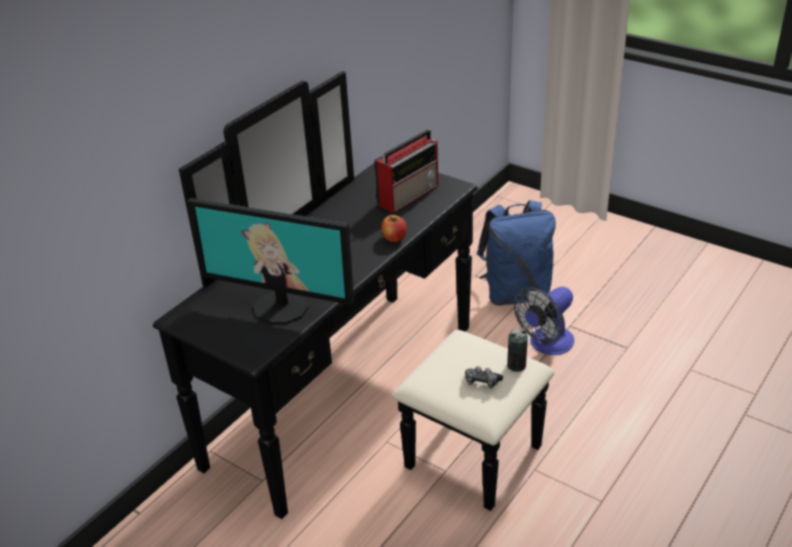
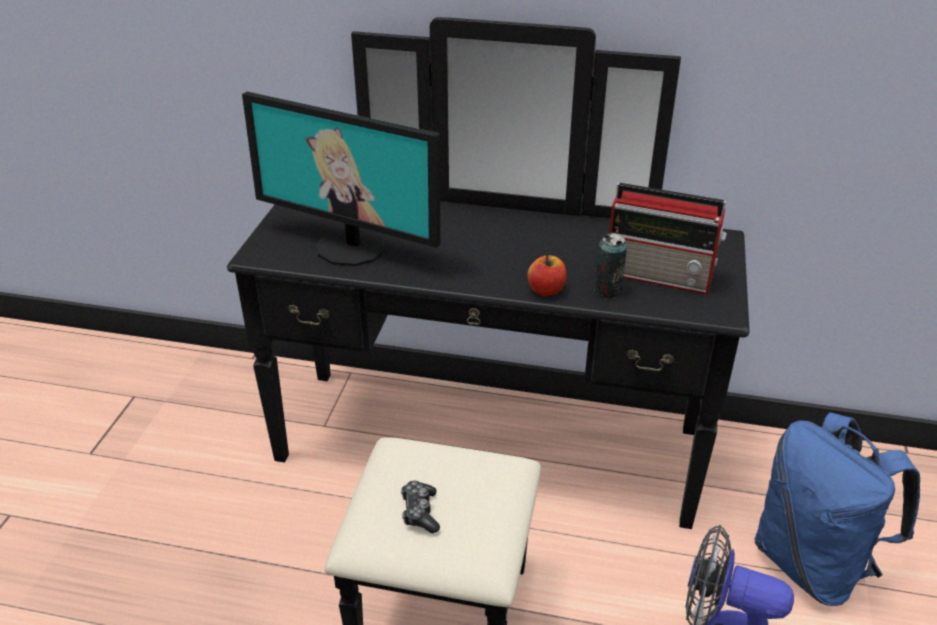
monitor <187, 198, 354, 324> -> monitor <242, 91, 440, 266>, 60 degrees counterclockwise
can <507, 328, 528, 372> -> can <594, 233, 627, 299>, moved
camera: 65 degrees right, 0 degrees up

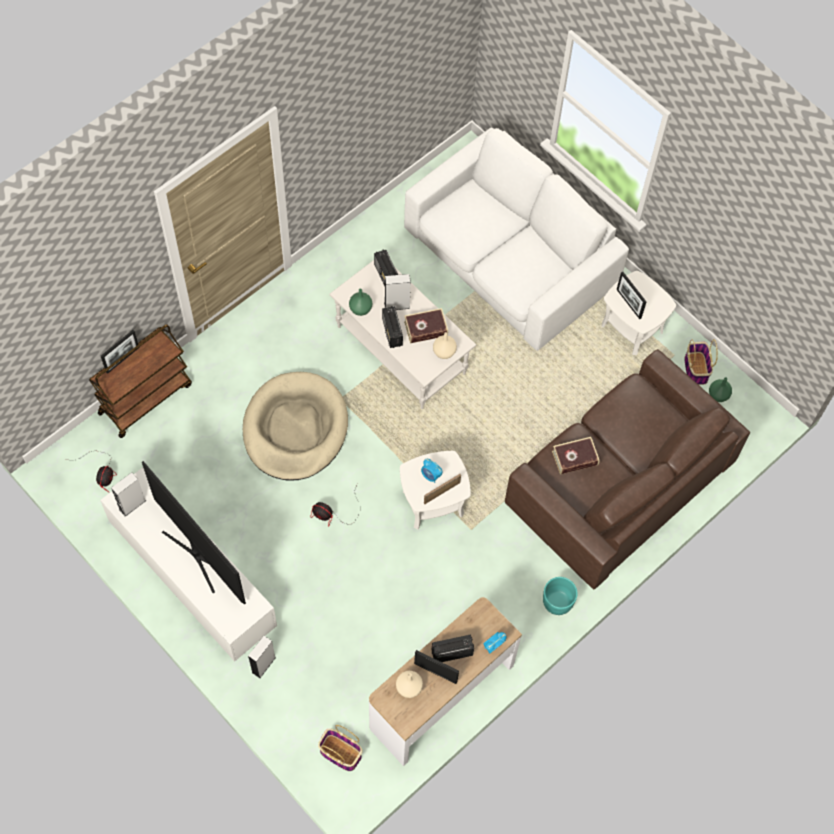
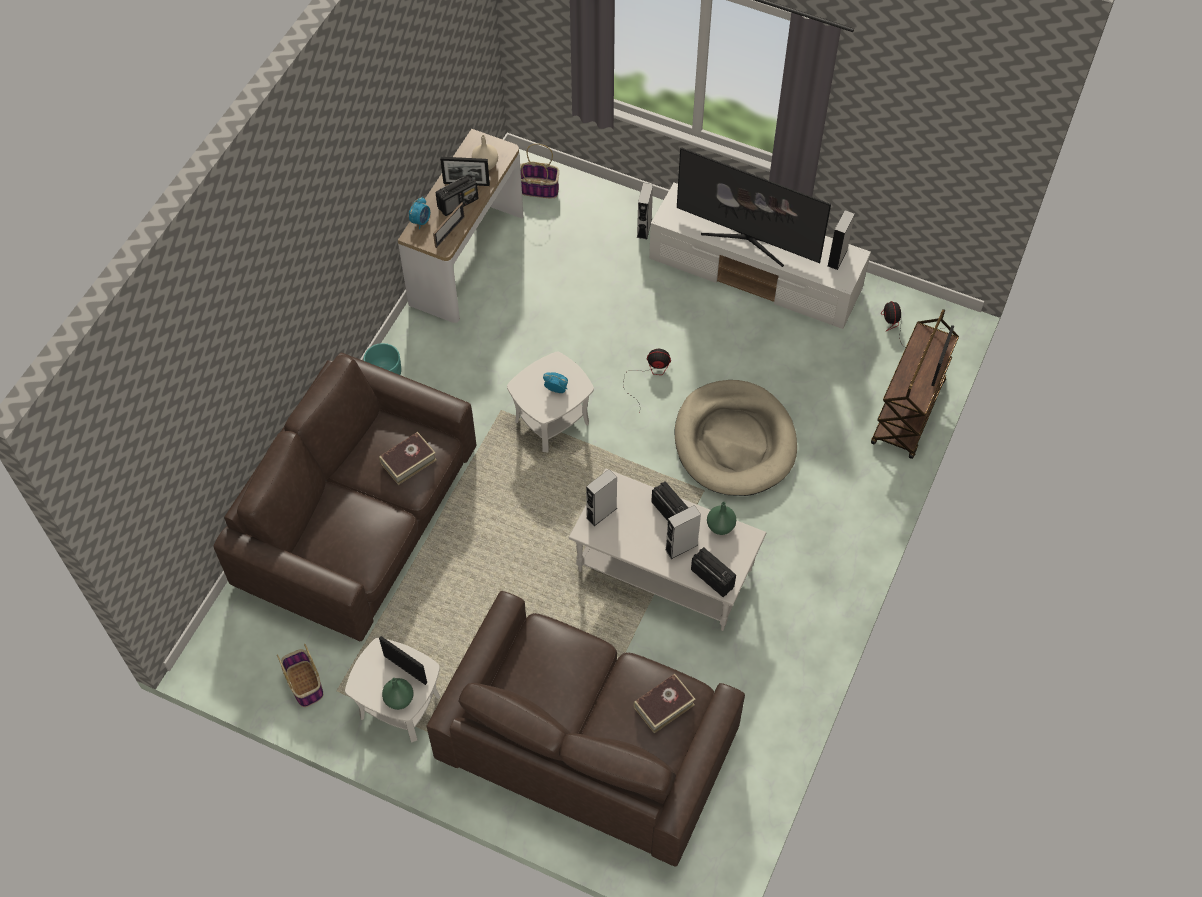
white sofa <404, 128, 629, 351> -> brown sofa <427, 591, 745, 867>
book <404, 308, 448, 343> -> book <633, 674, 696, 734>, moved
beige vase <433, 332, 457, 359> -> grey speaker <586, 469, 617, 526>
green vase <709, 377, 732, 402> -> green vase <382, 678, 413, 710>, moved
picture frame <424, 474, 461, 504> -> picture frame <433, 202, 465, 248>, moved
camera: 160 degrees right, 5 degrees down

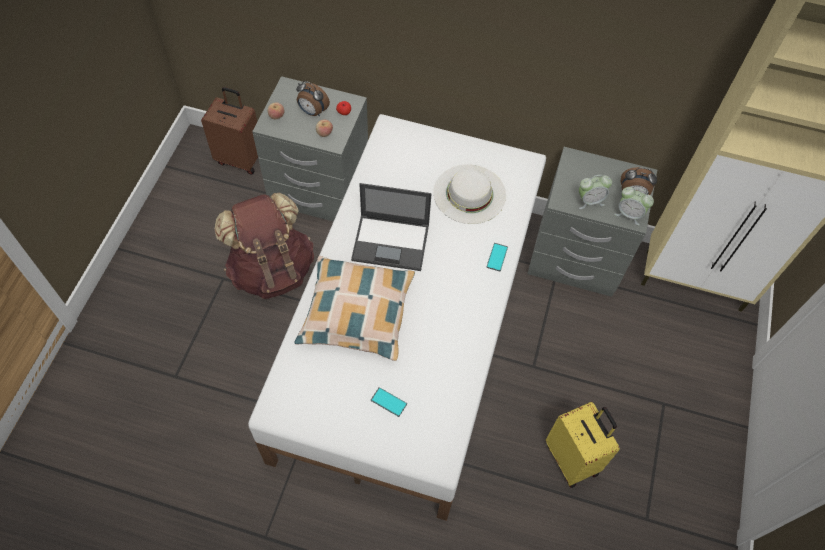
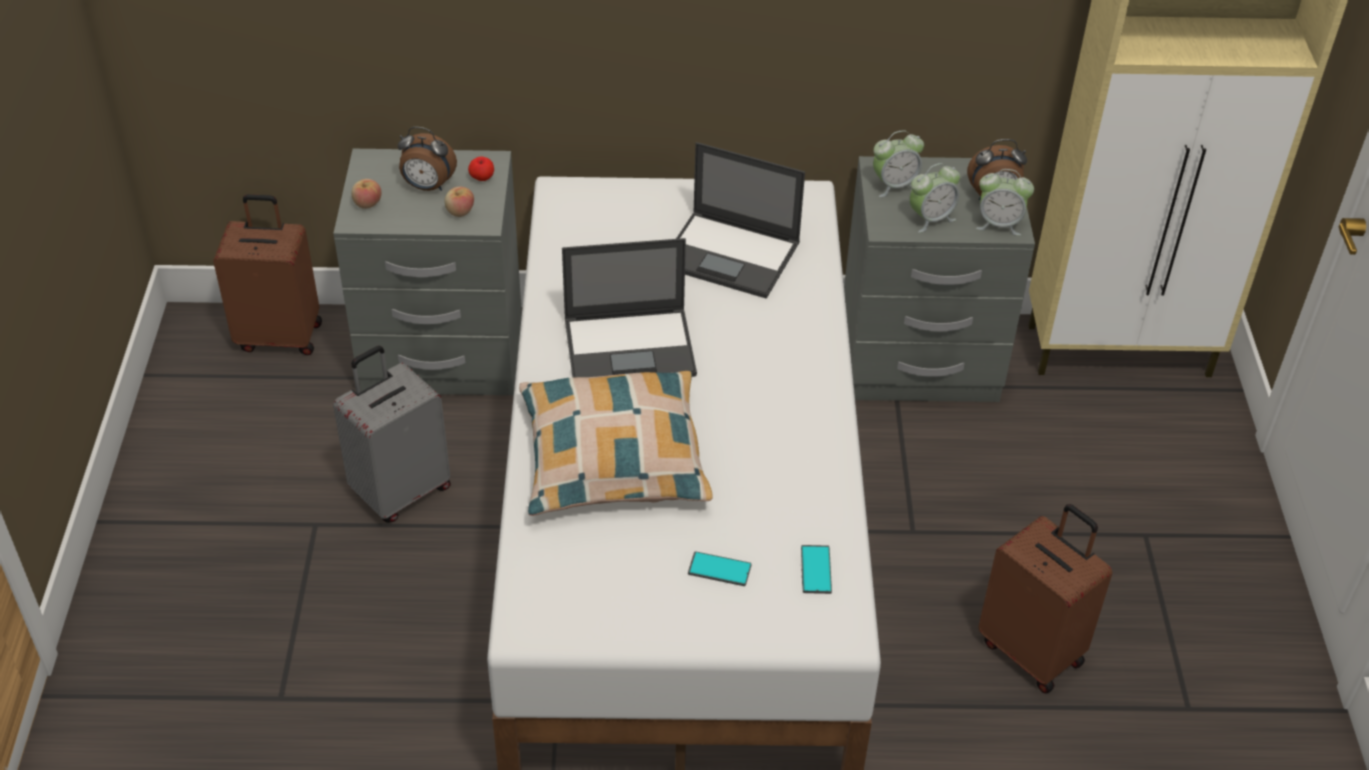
white hat <433, 164, 506, 224> -> laptop <676, 142, 805, 299>
brown backpack <214, 193, 314, 299> -> grey suitcase <333, 346, 451, 523>
phone <486, 243, 508, 272> -> phone <801, 545, 832, 594>, moved
yellow suitcase <546, 402, 620, 488> -> brown suitcase <978, 504, 1112, 693>
none -> alarm clock <873, 130, 924, 197>
camera: 15 degrees left, 15 degrees down

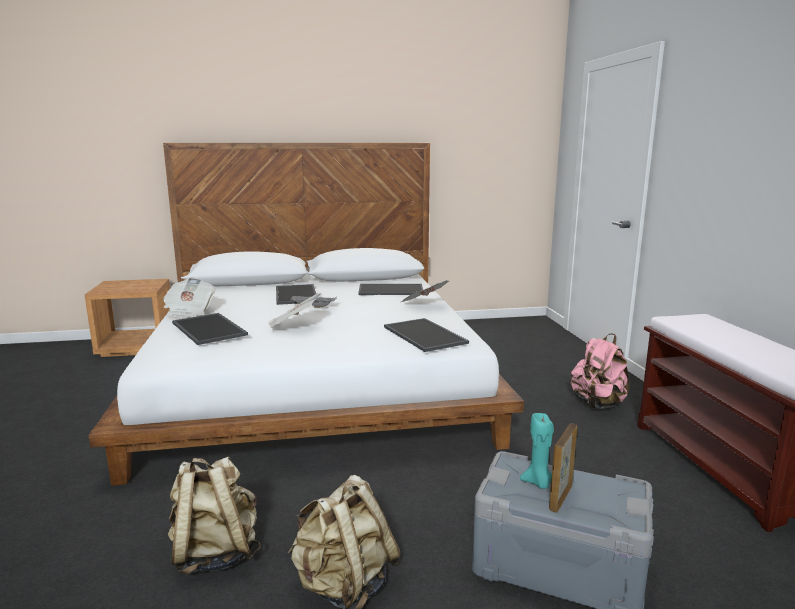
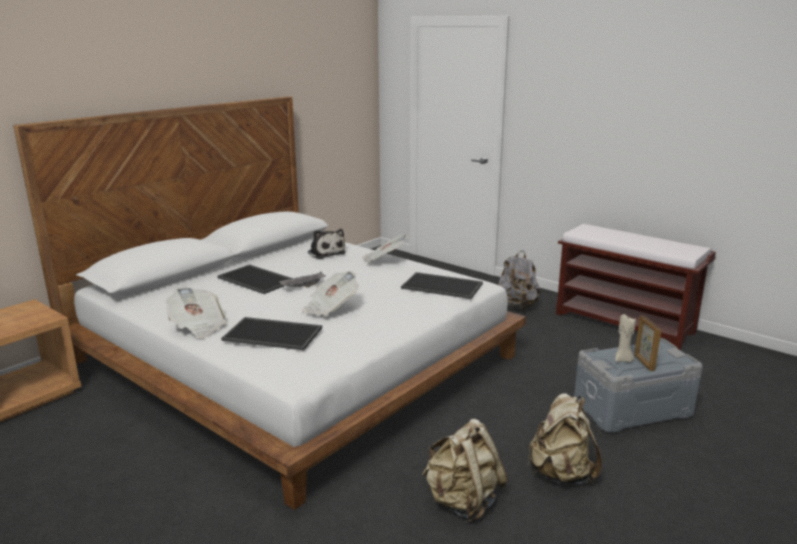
tray <358, 284, 423, 295> -> plush toy <308, 229, 346, 259>
pink backpack <571, 334, 630, 409> -> grey backpack <498, 251, 540, 310>
turquoise candle <520, 413, 554, 489> -> beige candle <615, 314, 636, 362>
camera: 40 degrees left, 5 degrees up

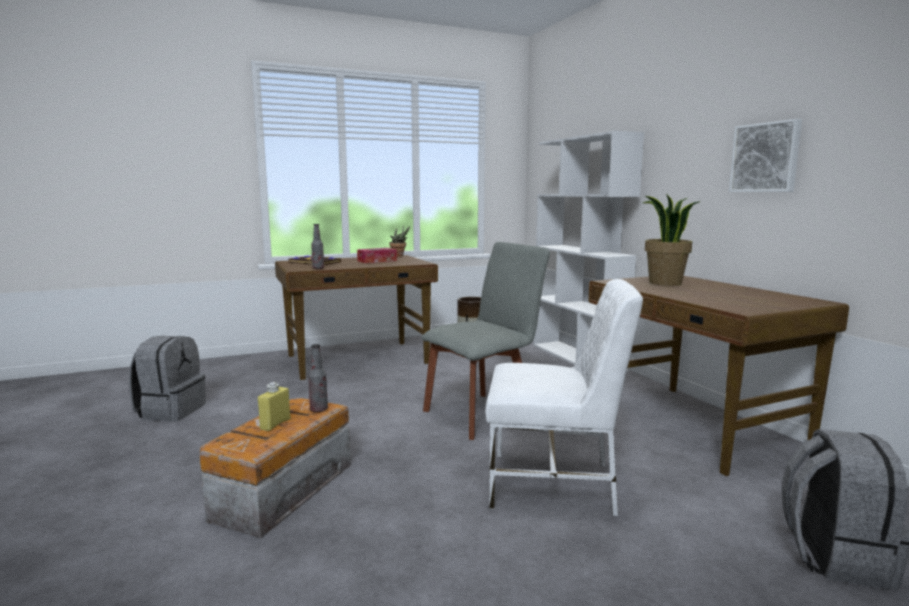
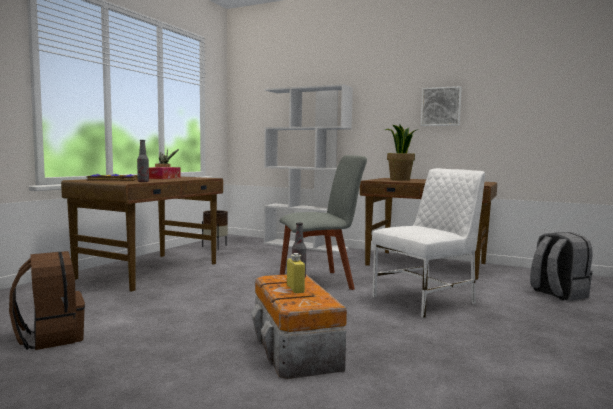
grey chair <422, 242, 550, 440> -> grey chair <280, 155, 367, 290>, 60 degrees clockwise
grey backpack <129, 336, 206, 422> -> brown backpack <9, 251, 85, 350>
camera: 40 degrees left, 5 degrees down

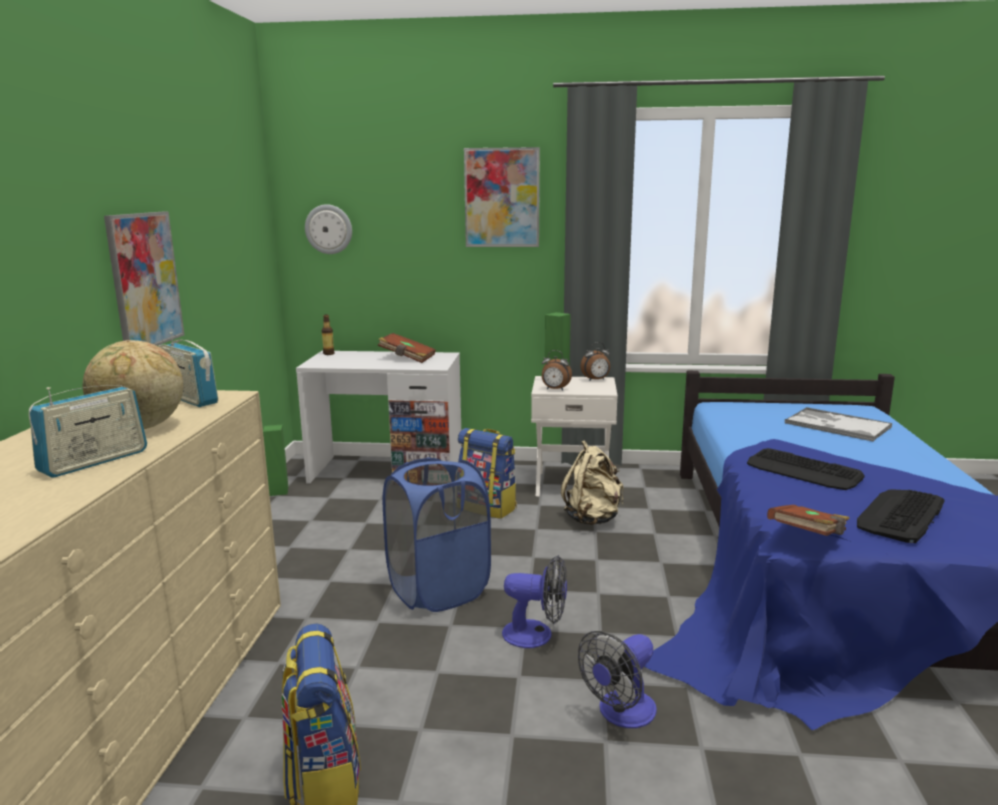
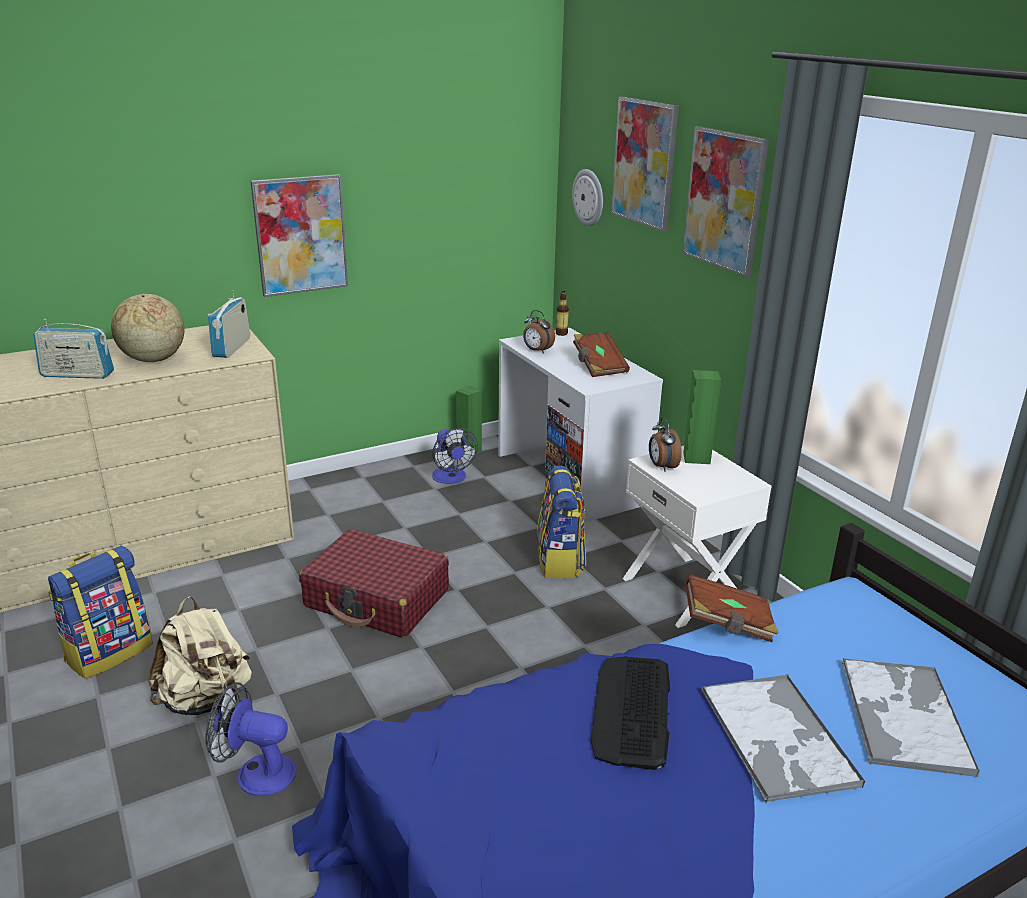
alarm clock <580, 342, 610, 381> -> alarm clock <523, 310, 555, 353>, moved
beige backpack <561, 440, 624, 525> -> beige backpack <148, 596, 252, 715>, moved
blue laundry basket <383, 457, 491, 612> -> red suitcase <299, 529, 449, 638>
keyboard <857, 489, 945, 543> -> none
brown book <767, 505, 850, 536> -> brown book <685, 574, 779, 642>, moved
fan <502, 555, 567, 648> -> fan <432, 428, 478, 484>, moved
none -> picture <611, 96, 679, 231>
none -> tray <701, 675, 865, 803>
camera: 55 degrees right, 10 degrees up

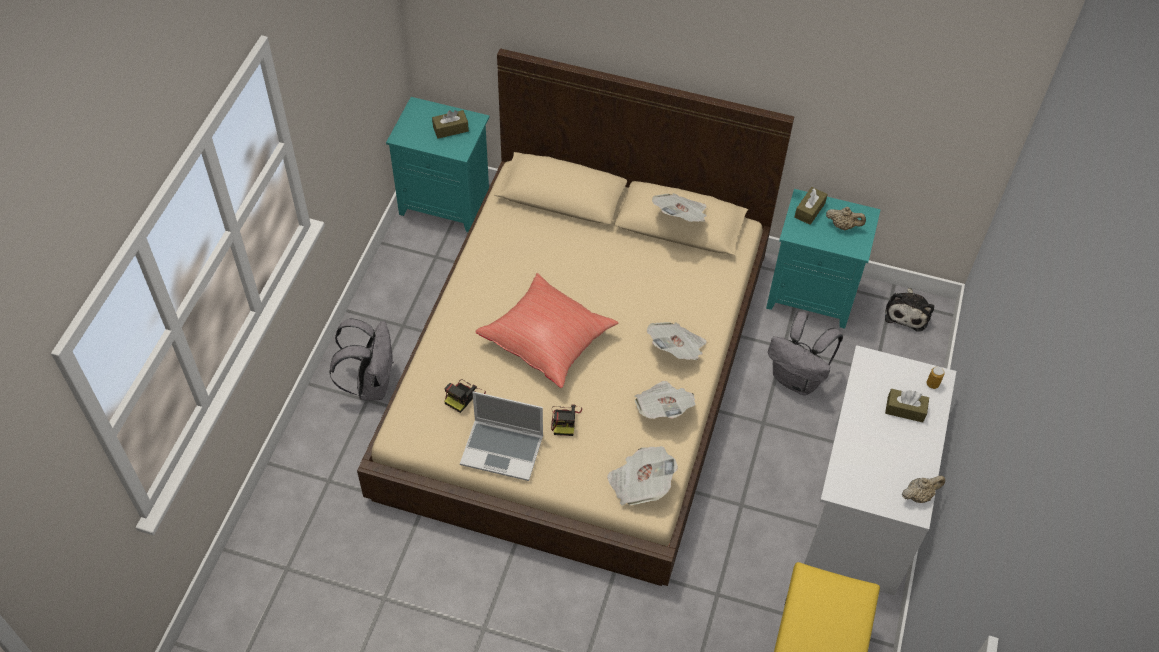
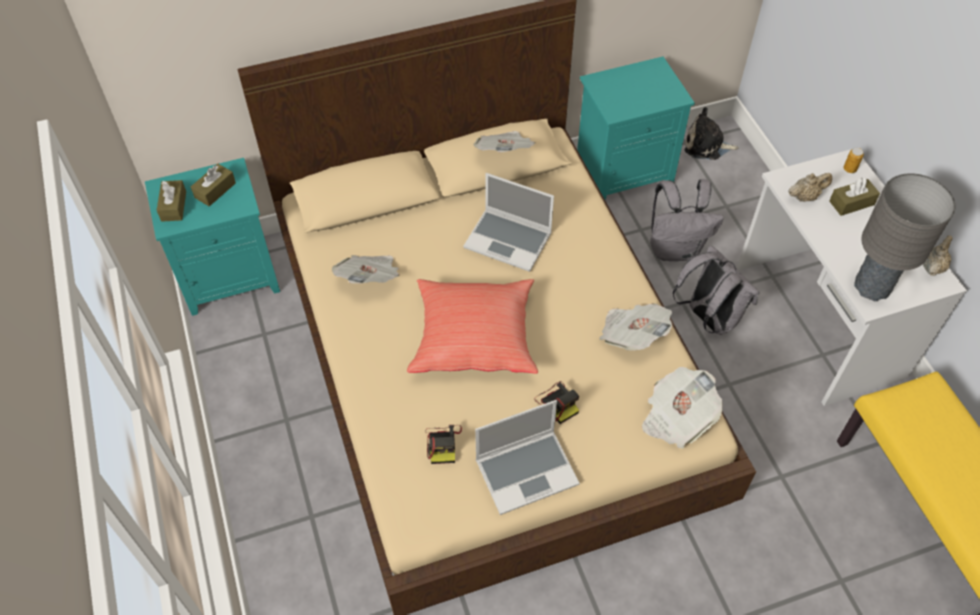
brown tissue box <794, 187, 828, 225> -> brown tissue box <157, 180, 186, 222>, moved
beige teapot <826, 207, 866, 230> -> beige teapot <788, 173, 832, 202>, moved
plush toy <885, 288, 934, 332> -> plush toy <685, 107, 739, 160>, 120 degrees clockwise
grey backpack <329, 319, 394, 400> -> grey backpack <673, 245, 760, 335>, moved
newspaper <647, 322, 707, 360> -> newspaper <332, 255, 399, 284>, moved
none -> laptop <463, 173, 554, 272>
none -> grey table lamp <854, 173, 956, 301>
camera: 35 degrees left, 0 degrees up

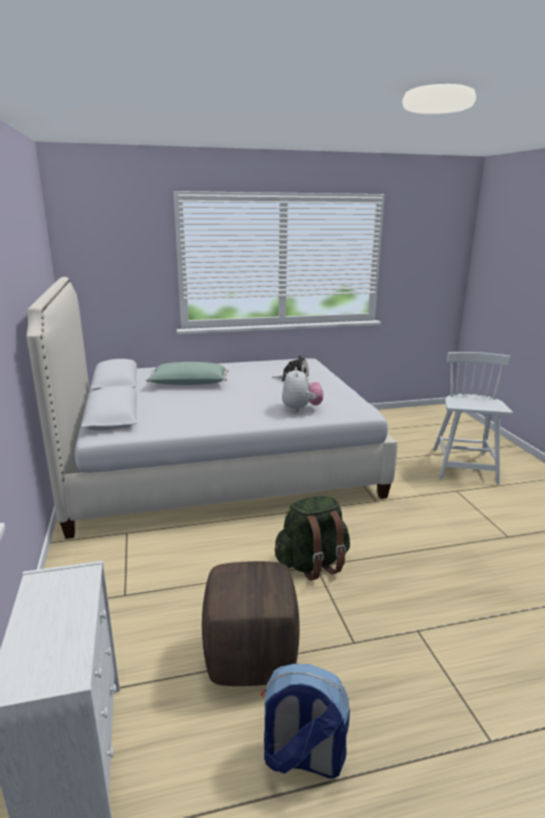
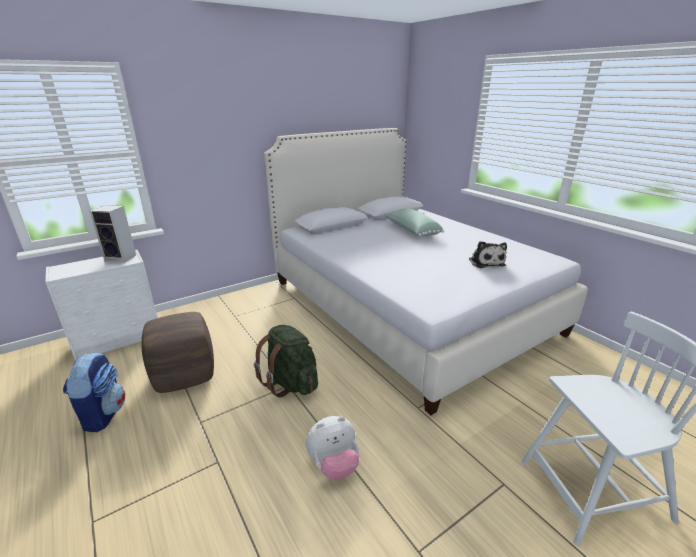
plush toy <282, 367, 323, 412> -> plush toy <306, 416, 359, 480>, moved
none -> speaker <90, 205, 136, 263>
camera: 70 degrees right, 5 degrees up

